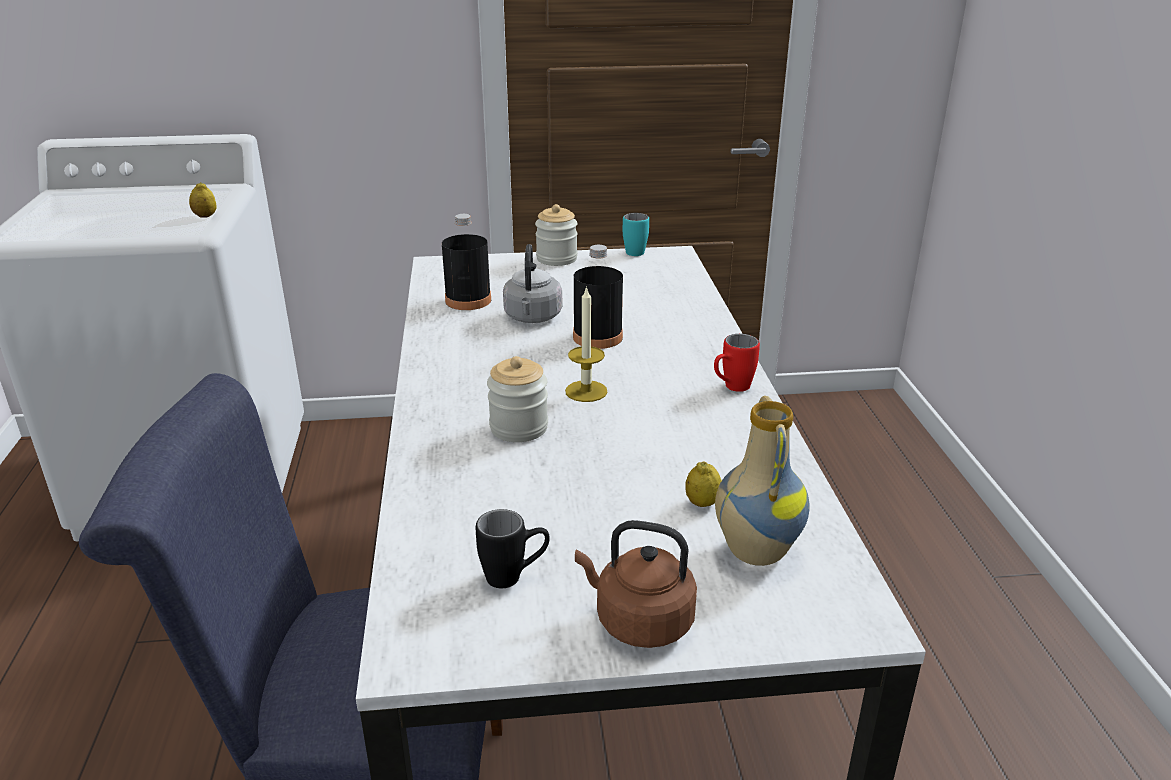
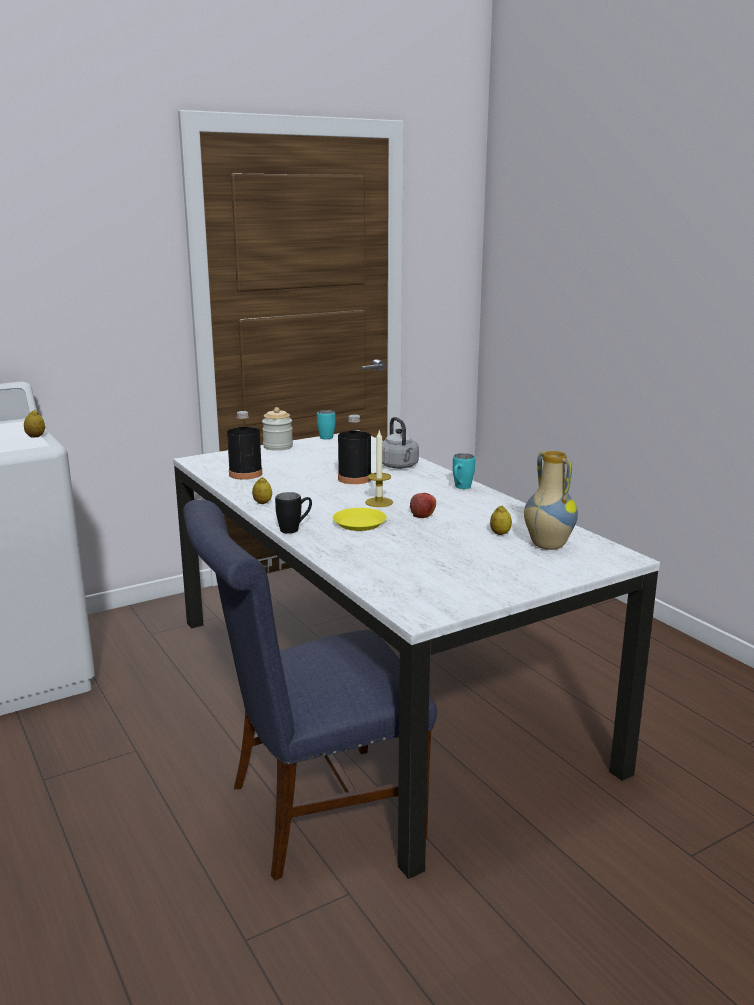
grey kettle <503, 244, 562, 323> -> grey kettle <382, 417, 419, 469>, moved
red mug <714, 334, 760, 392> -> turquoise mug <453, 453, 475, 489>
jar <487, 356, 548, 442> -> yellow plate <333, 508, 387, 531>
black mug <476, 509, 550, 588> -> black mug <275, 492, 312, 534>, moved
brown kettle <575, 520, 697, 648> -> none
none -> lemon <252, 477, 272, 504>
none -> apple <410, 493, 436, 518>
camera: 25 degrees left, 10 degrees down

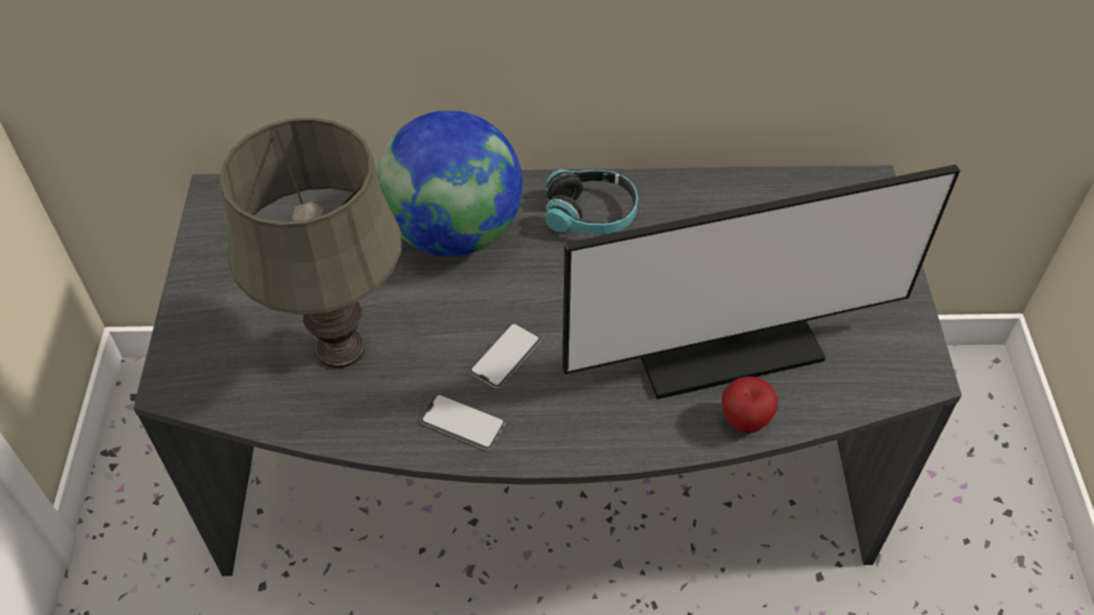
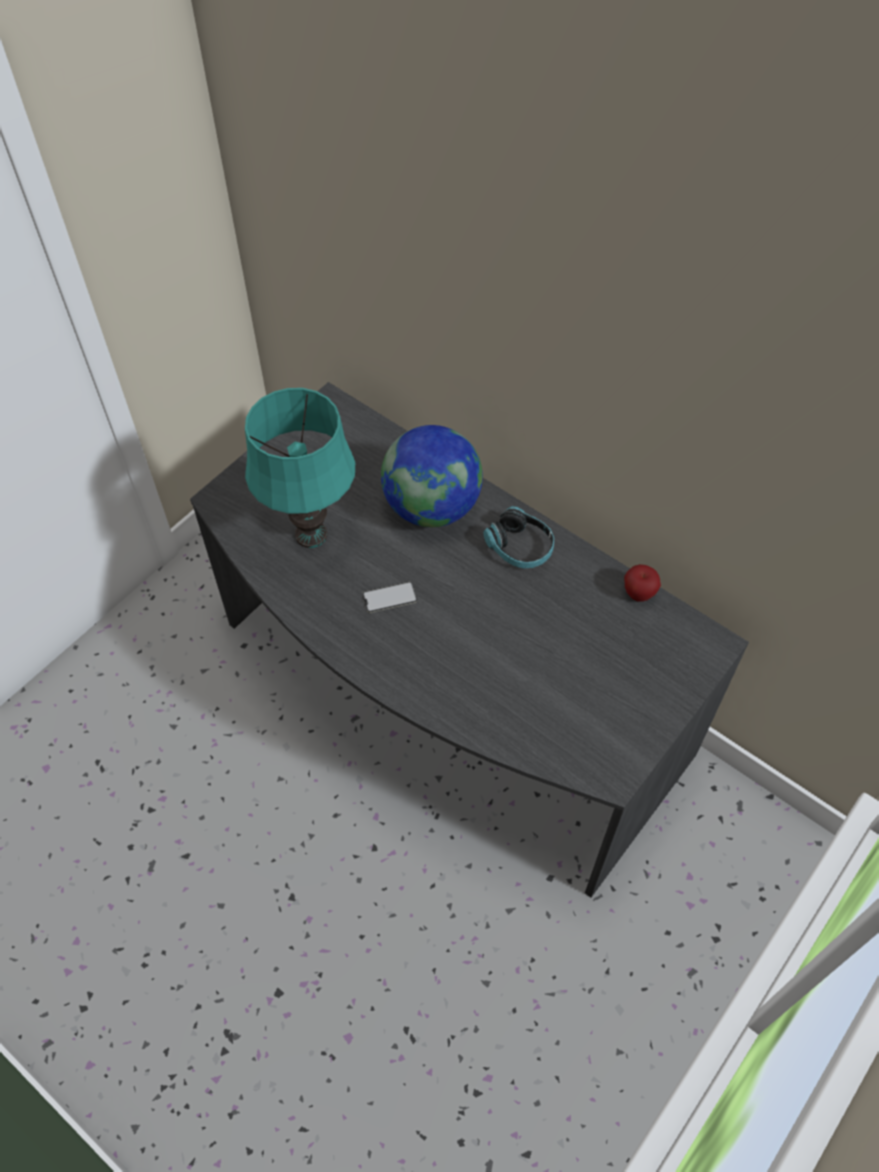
grey table lamp <220, 117, 401, 369> -> turquoise table lamp <245, 388, 355, 548>
monitor <562, 164, 960, 399> -> none
apple <722, 377, 778, 433> -> apple <624, 564, 661, 602>, moved
phone <420, 393, 505, 450> -> none
camera: 40 degrees right, 5 degrees up

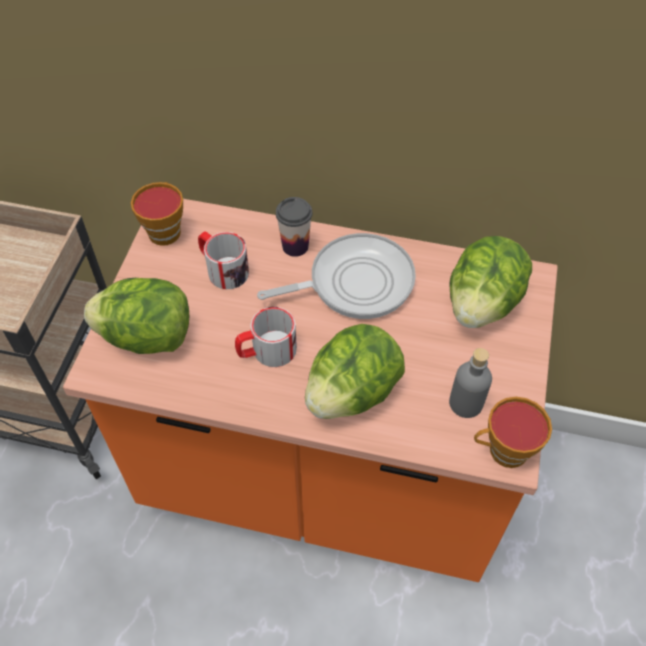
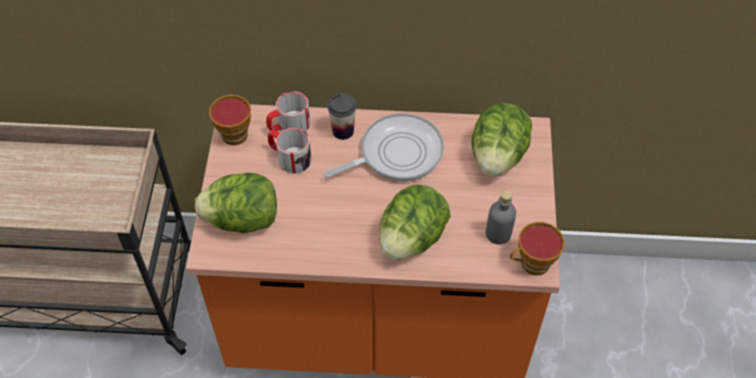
mug <235, 307, 297, 367> -> mug <266, 91, 310, 132>, moved
camera: 10 degrees left, 0 degrees up

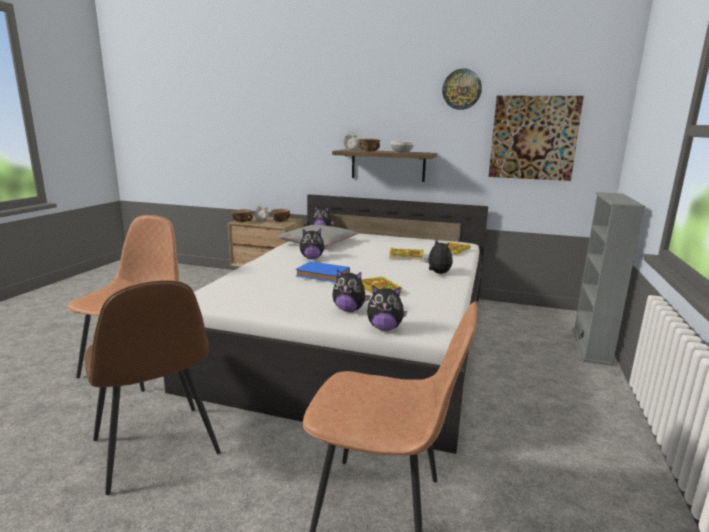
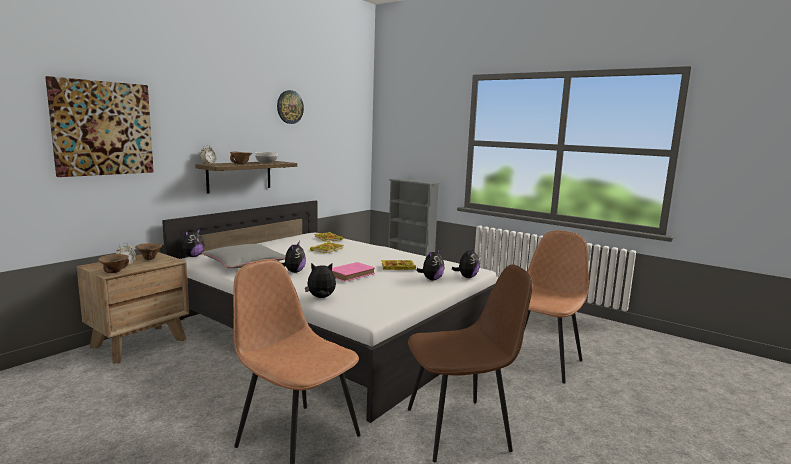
picture <489, 96, 584, 181> -> picture <45, 76, 154, 177>, moved
plush toy <425, 238, 453, 274> -> plush toy <305, 263, 336, 298>, moved
blue book <296, 261, 350, 283> -> pink book <332, 262, 375, 282>
camera: 70 degrees left, 5 degrees down

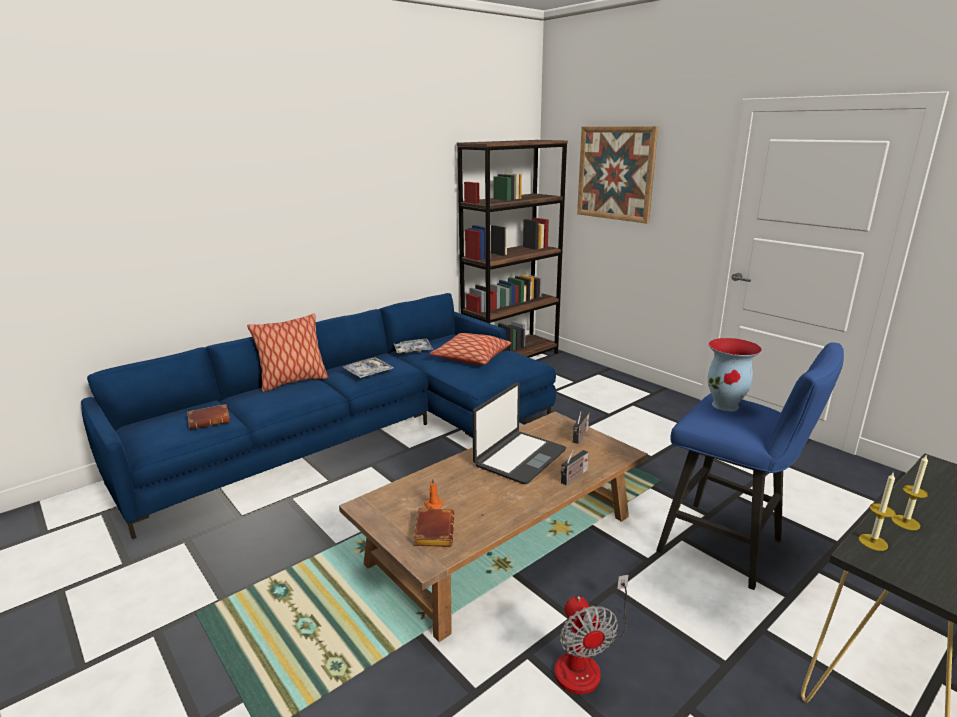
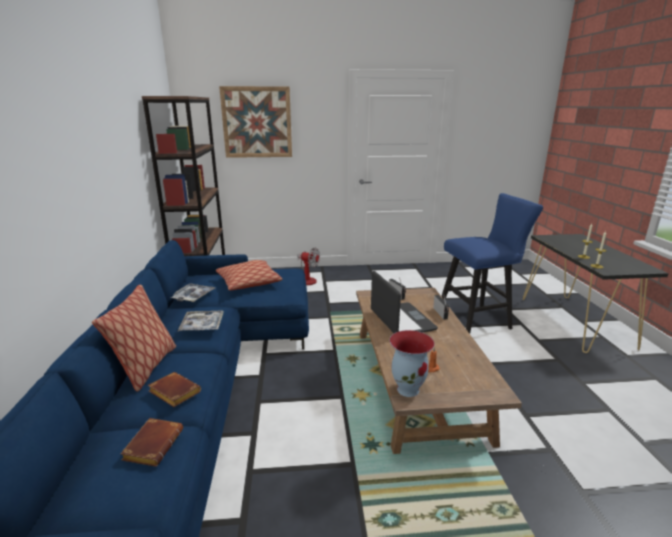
vase <708, 338, 762, 411> -> vase <390, 330, 435, 397>, moved
brown book <414, 508, 454, 547> -> brown book <148, 372, 201, 407>, moved
fan <554, 575, 628, 694> -> fan <298, 248, 320, 285>, moved
camera: 55 degrees left, 0 degrees up

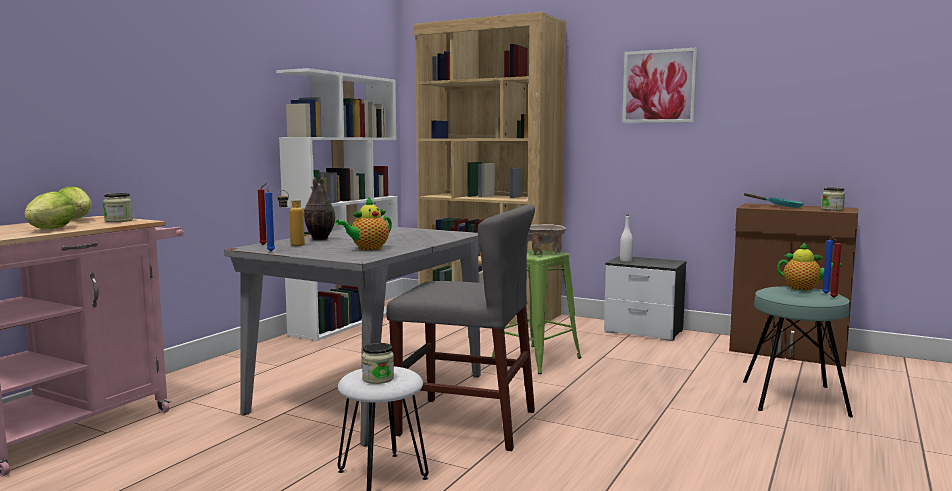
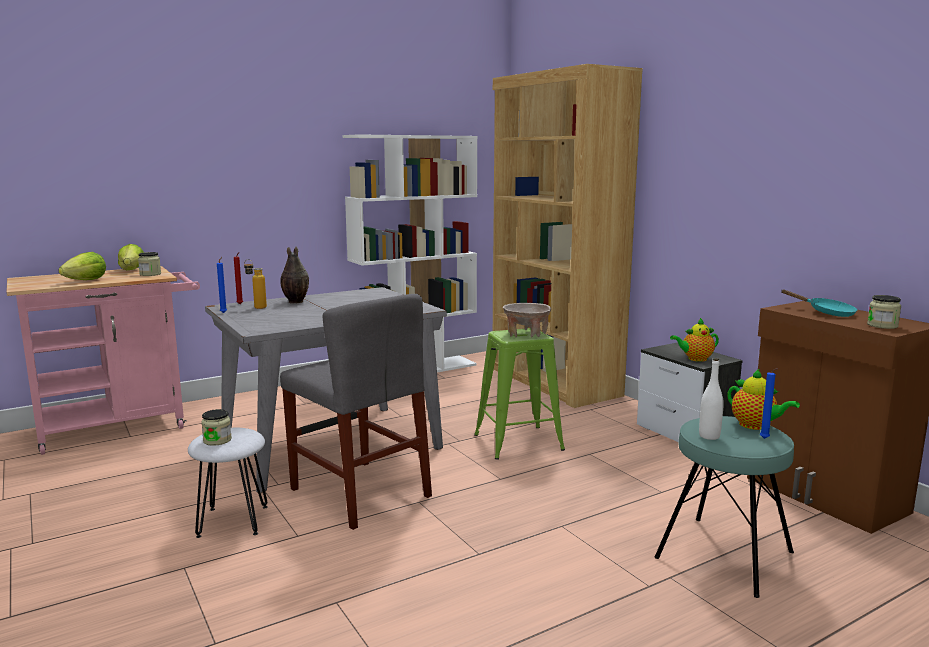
picture <622, 48, 698, 123> -> none
teapot <335, 197, 392, 251> -> teapot <670, 318, 719, 362>, moved
white bottle <620, 215, 633, 262> -> white bottle <699, 358, 724, 440>, moved
red candle <830, 237, 841, 298> -> none
camera: 30 degrees right, 5 degrees up

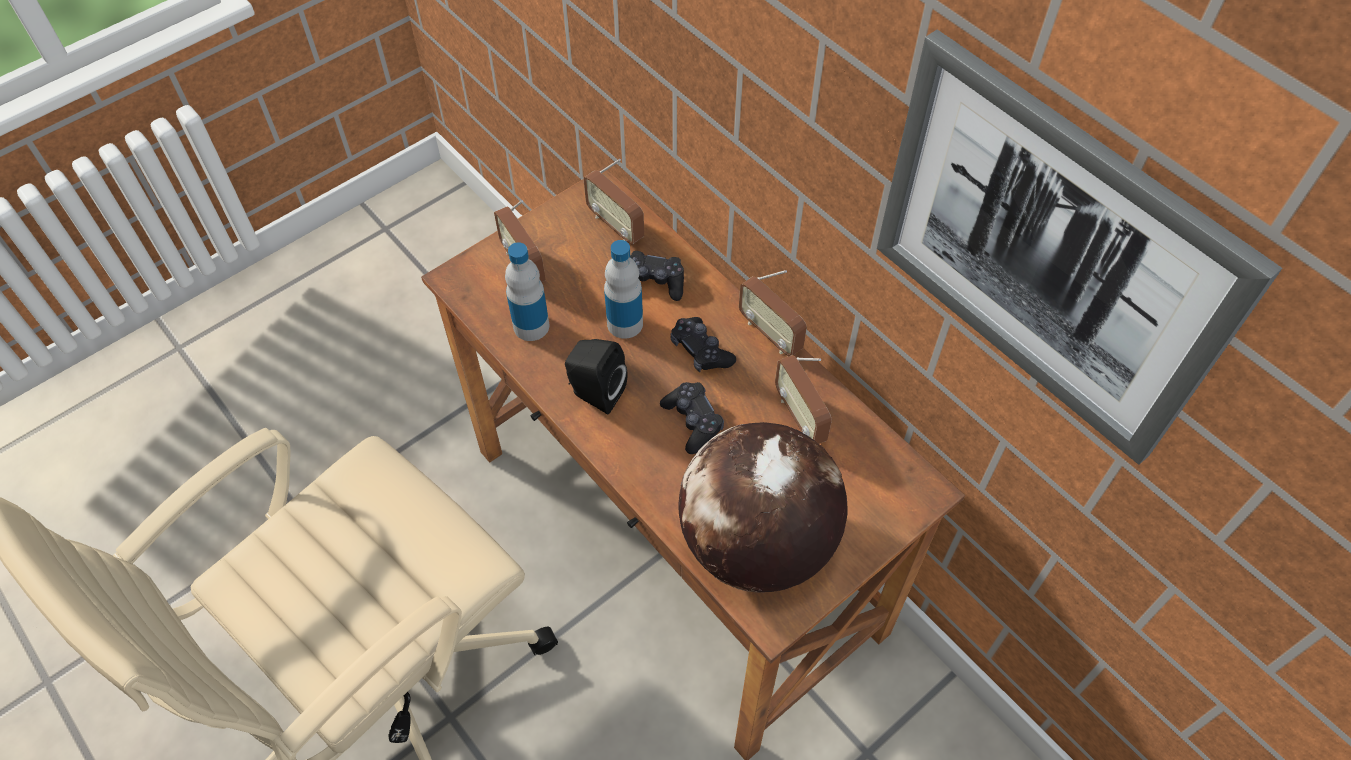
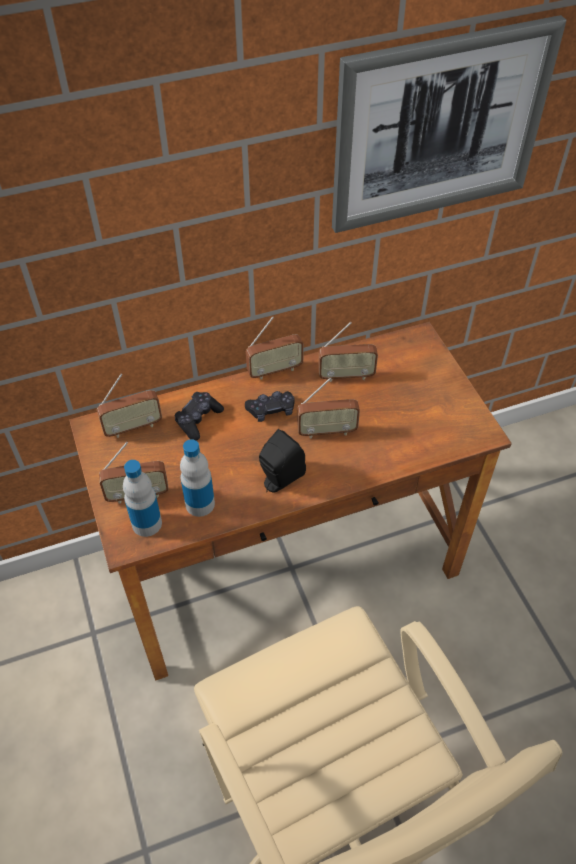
bottle <604, 240, 643, 339> -> bottle <123, 460, 162, 537>, moved
black game controller <660, 382, 724, 454> -> radio <297, 378, 360, 439>
globe <678, 422, 847, 593> -> none
camera: 70 degrees left, 5 degrees down

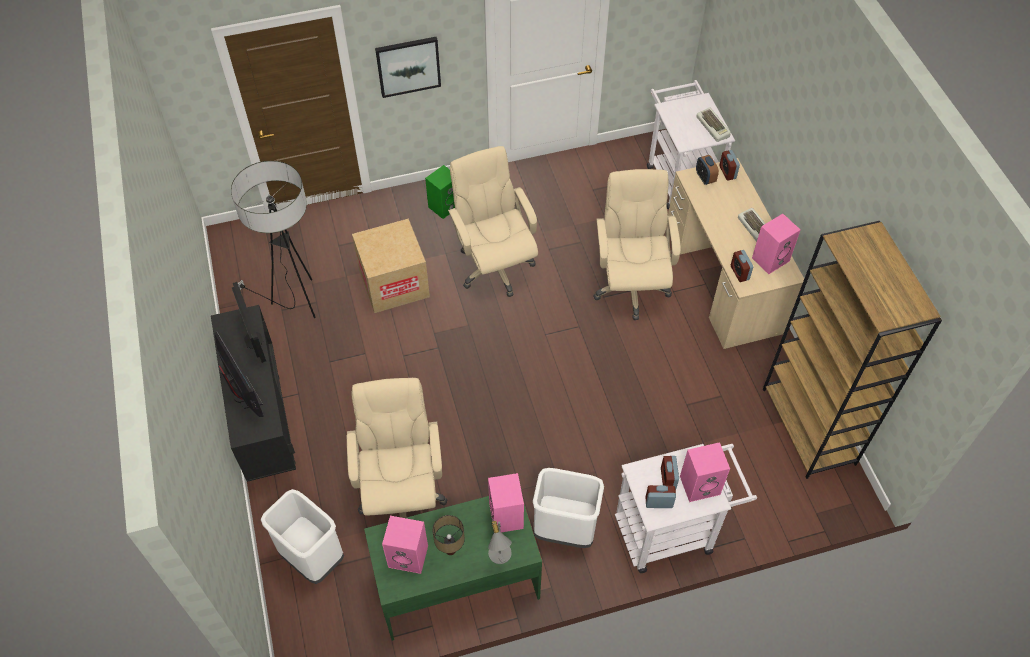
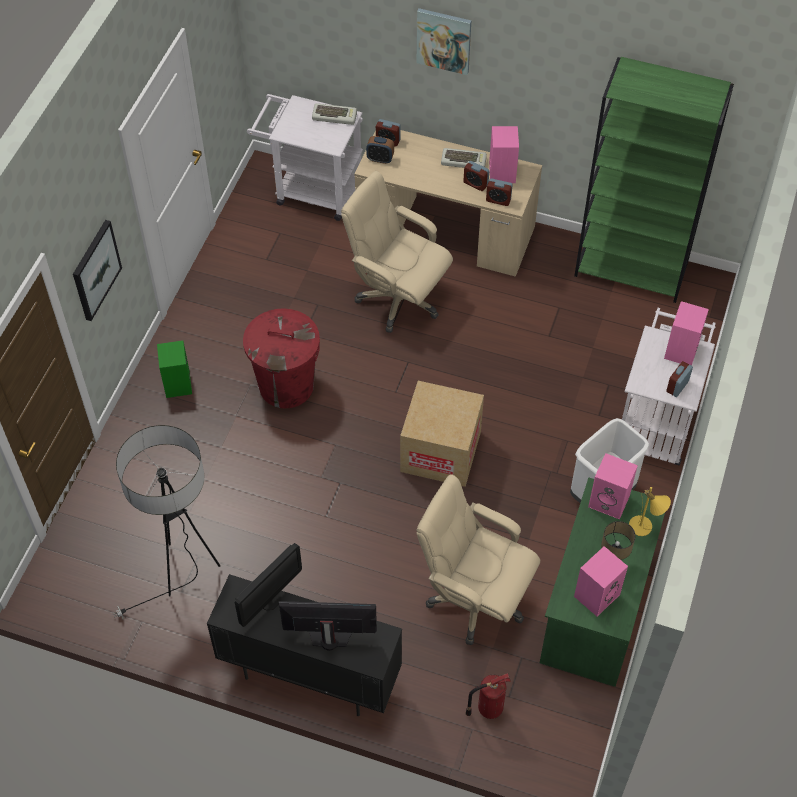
beige office chair <448, 146, 538, 297> -> red trash can <243, 308, 320, 408>
cardboard box <352, 218, 430, 313> -> cardboard box <400, 381, 484, 487>, moved
brown bookcase <763, 221, 942, 479> -> green bookcase <574, 57, 734, 303>
monitor <232, 282, 266, 363> -> monitor <235, 543, 302, 627>, 120 degrees clockwise
alarm clock <661, 456, 679, 489> -> alarm clock <463, 161, 489, 191>, moved
white trash can <261, 489, 344, 584> -> fire extinguisher <466, 673, 511, 719>
grey table lamp <488, 519, 512, 564> -> yellow table lamp <629, 487, 671, 536>
none -> picture <417, 8, 471, 75>
camera: 55 degrees left, 0 degrees up

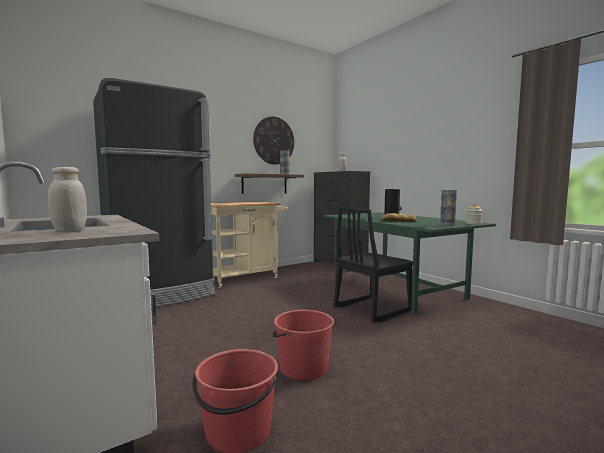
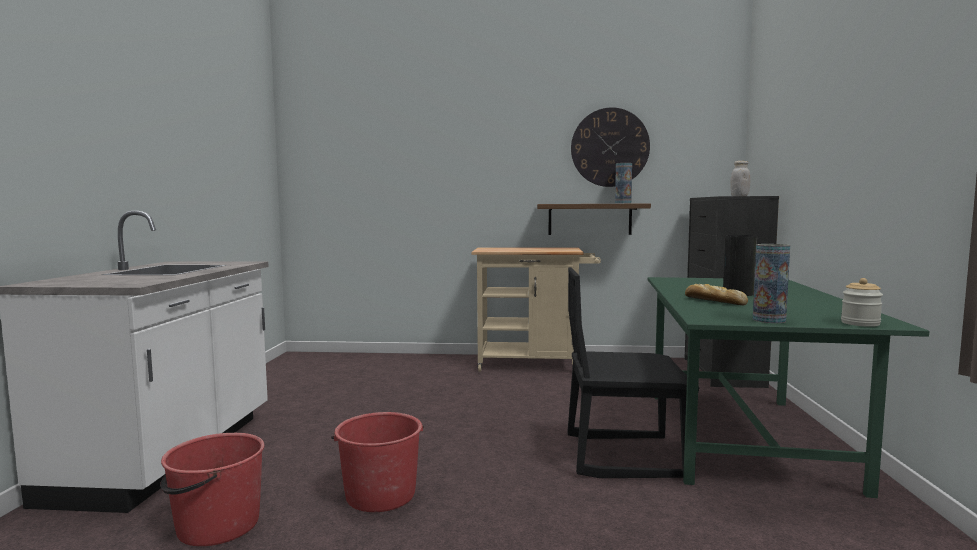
black fridge <93, 78, 215, 308> -> none
white jar <48, 167, 87, 232> -> none
camera: 40 degrees right, 0 degrees up

